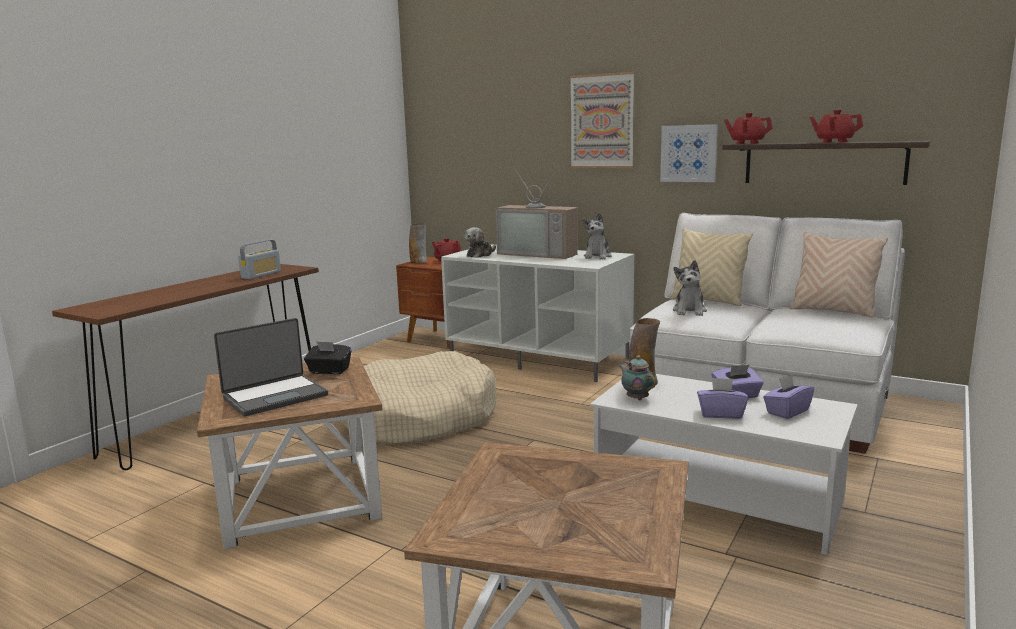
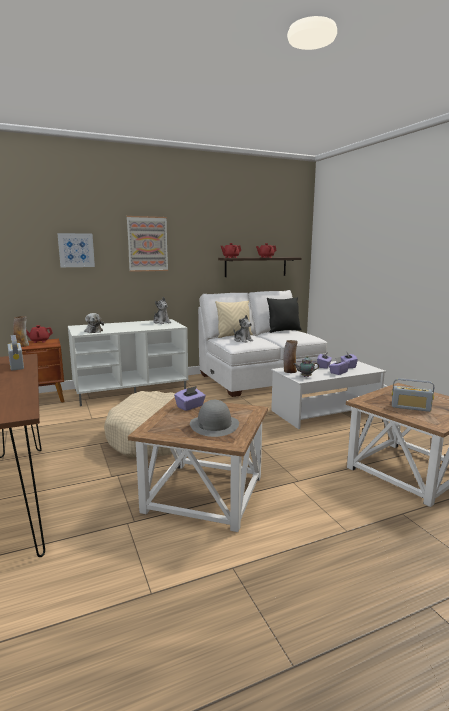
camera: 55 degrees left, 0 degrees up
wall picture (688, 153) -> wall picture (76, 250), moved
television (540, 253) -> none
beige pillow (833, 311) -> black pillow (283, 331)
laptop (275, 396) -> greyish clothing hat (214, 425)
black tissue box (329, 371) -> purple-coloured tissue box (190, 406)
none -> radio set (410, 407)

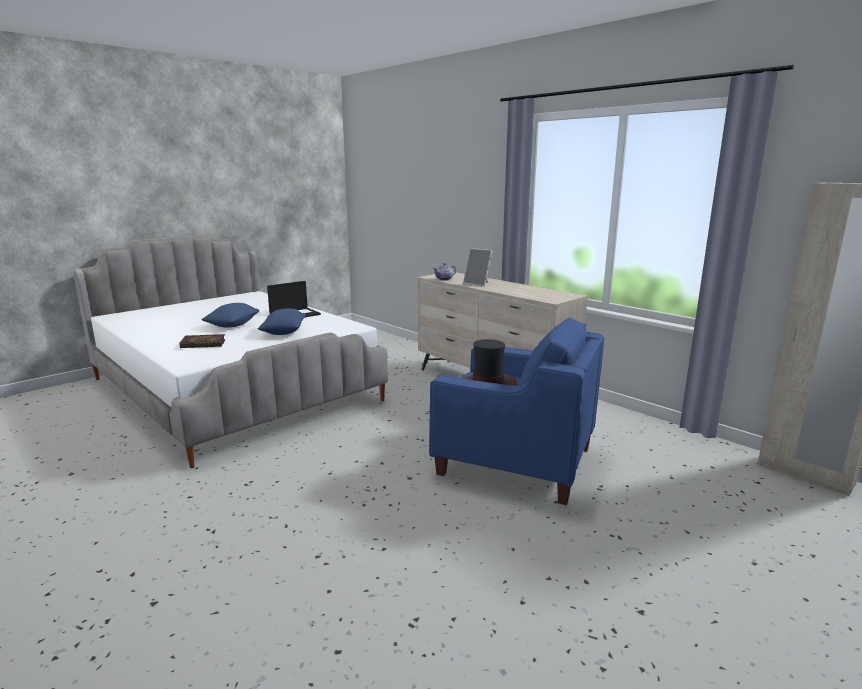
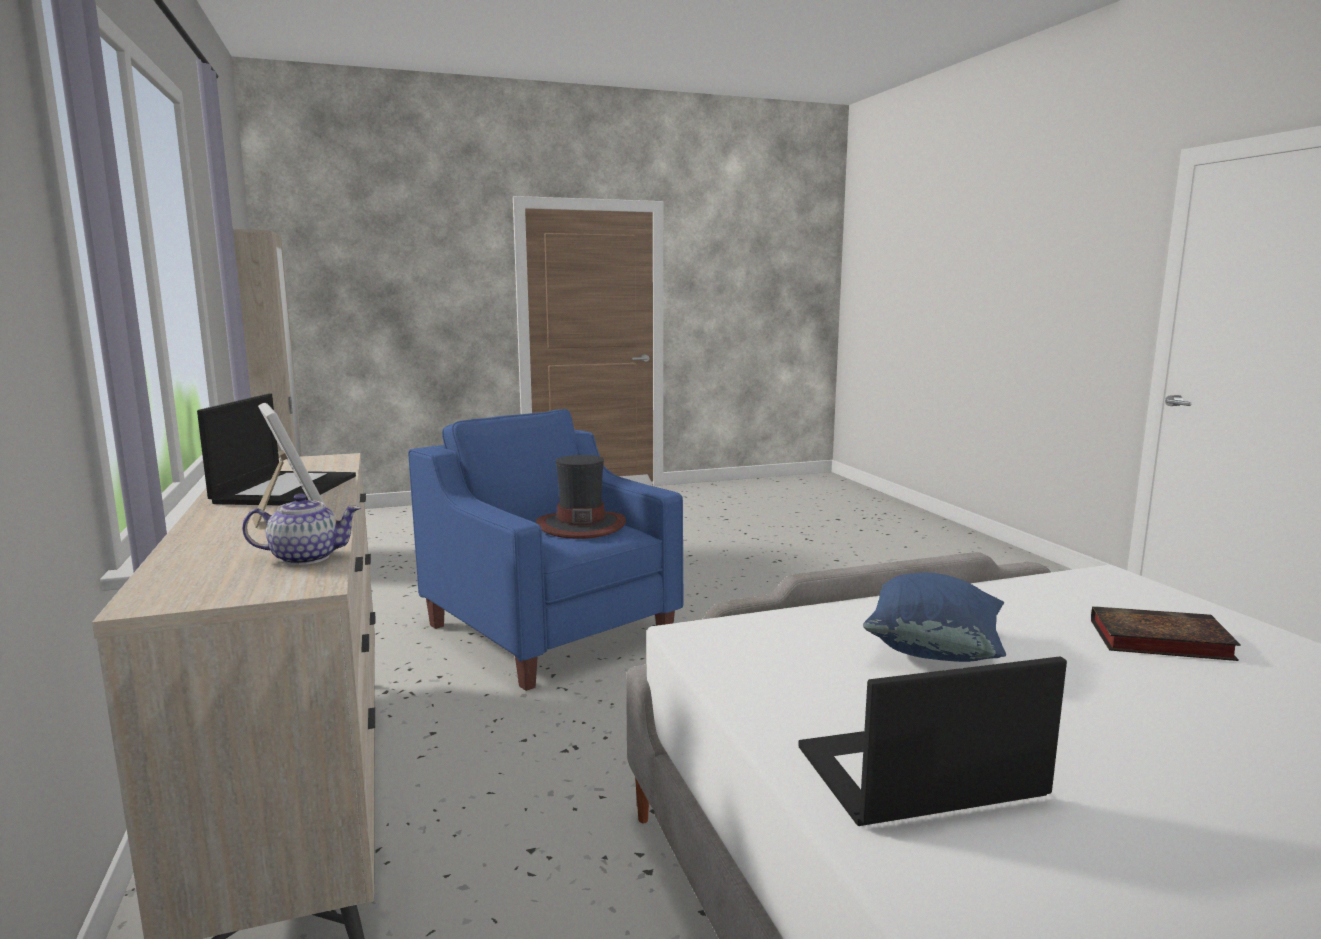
camera: 155 degrees left, 5 degrees down
blue-coloured pillow (232, 325) -> none
none -> laptop (285, 489)

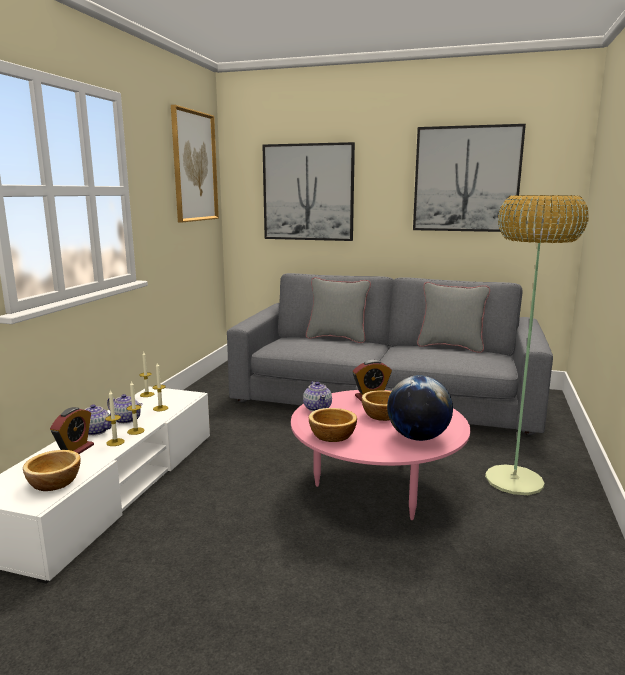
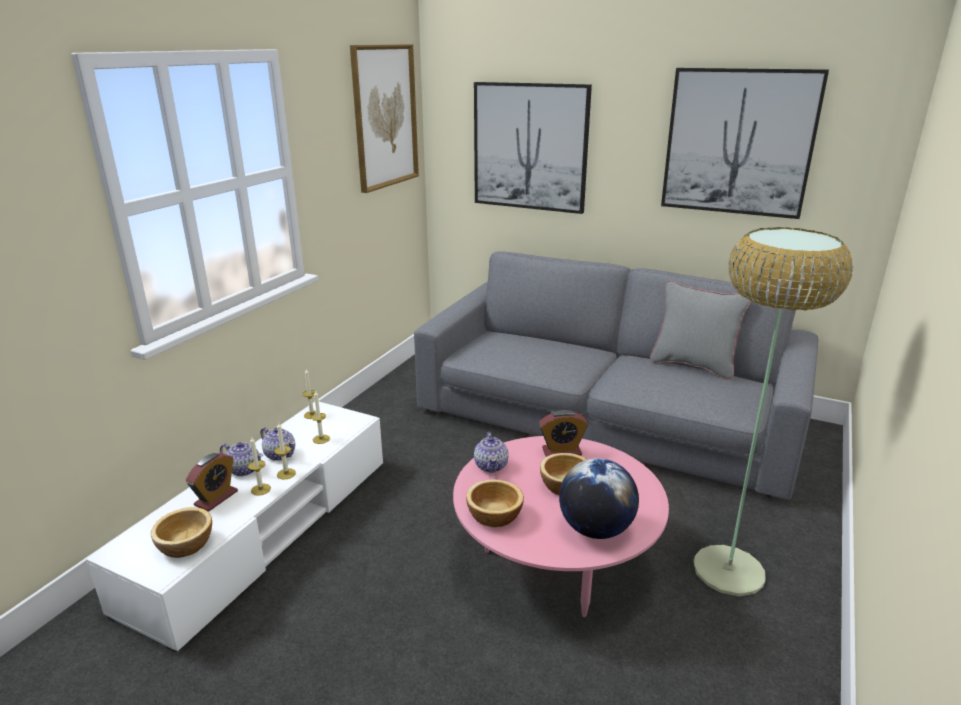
camera: 10 degrees right, 10 degrees up
greyish pillow (337, 338) -> none

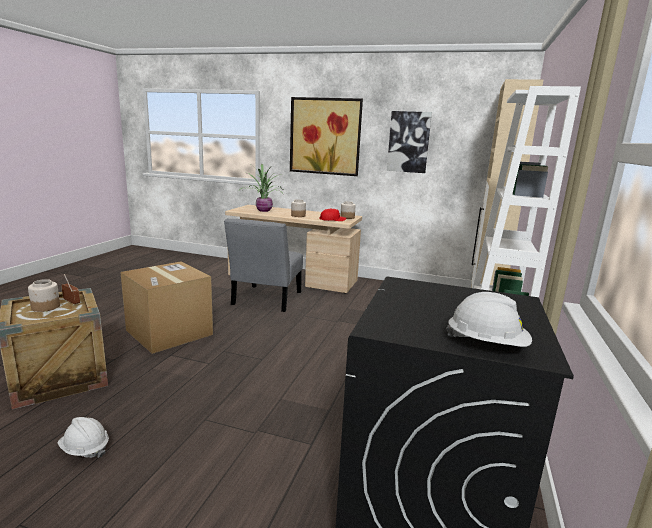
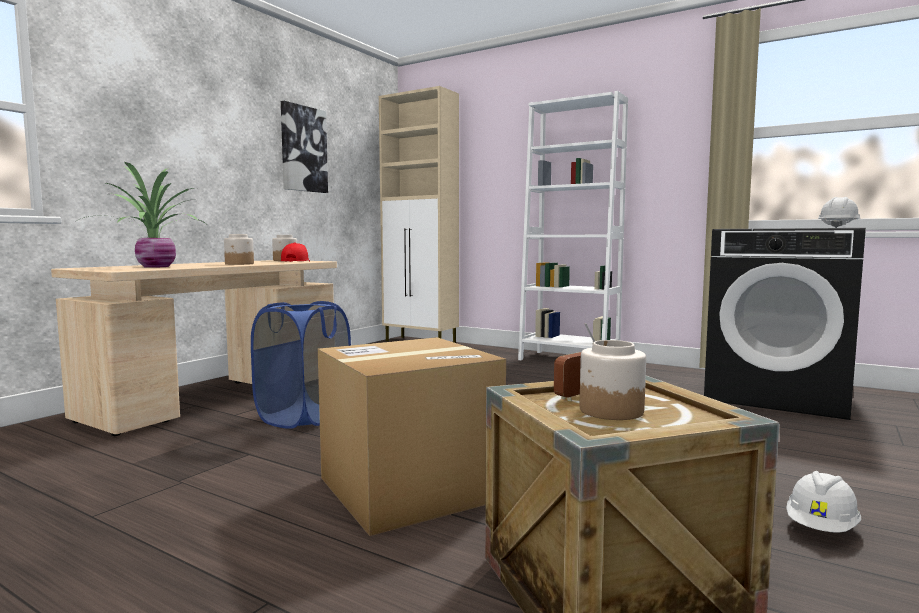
camera: 75 degrees left, 10 degrees down
wall picture (325, 136) -> none
greyish chair (265, 300) -> blue-coloured washing basket (304, 417)

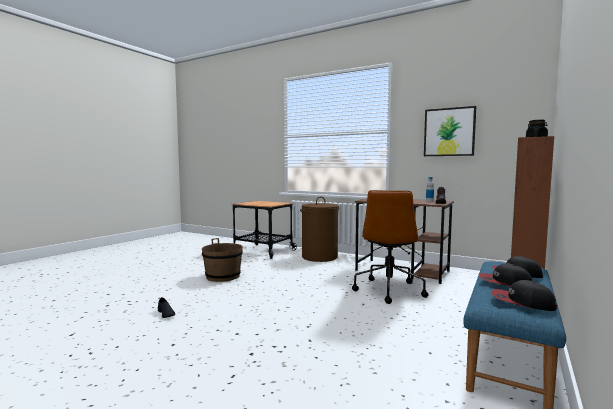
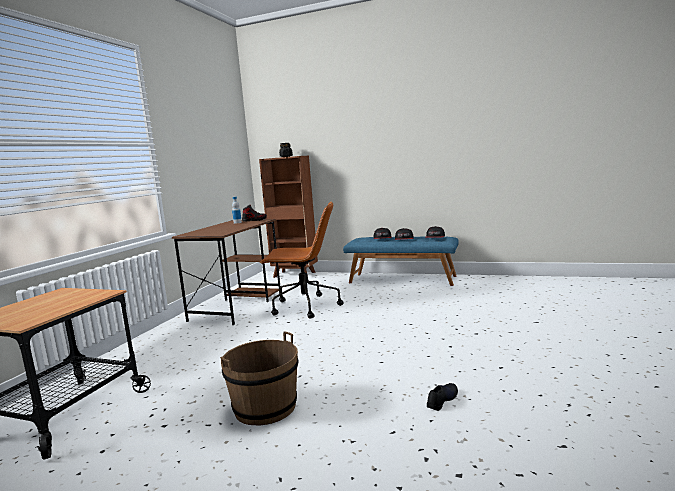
camera: 100 degrees left, 5 degrees up
wall picture (449, 132) -> none
brownish washing basket (319, 257) -> none

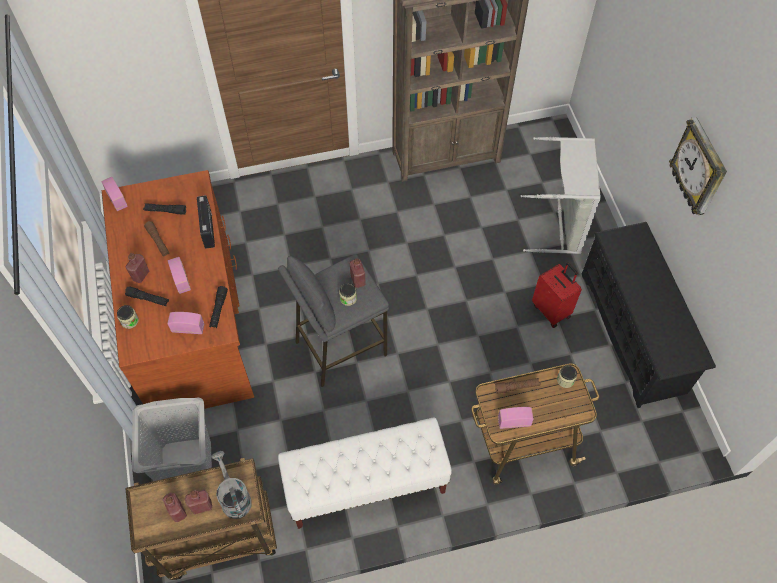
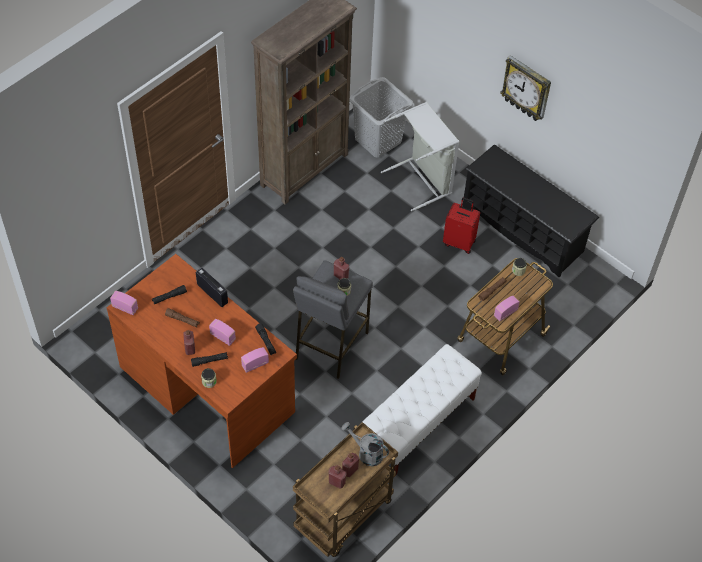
camera: 35 degrees left, 5 degrees down
greyish washing basket (187, 463) -> greyish washing basket (378, 140), moved

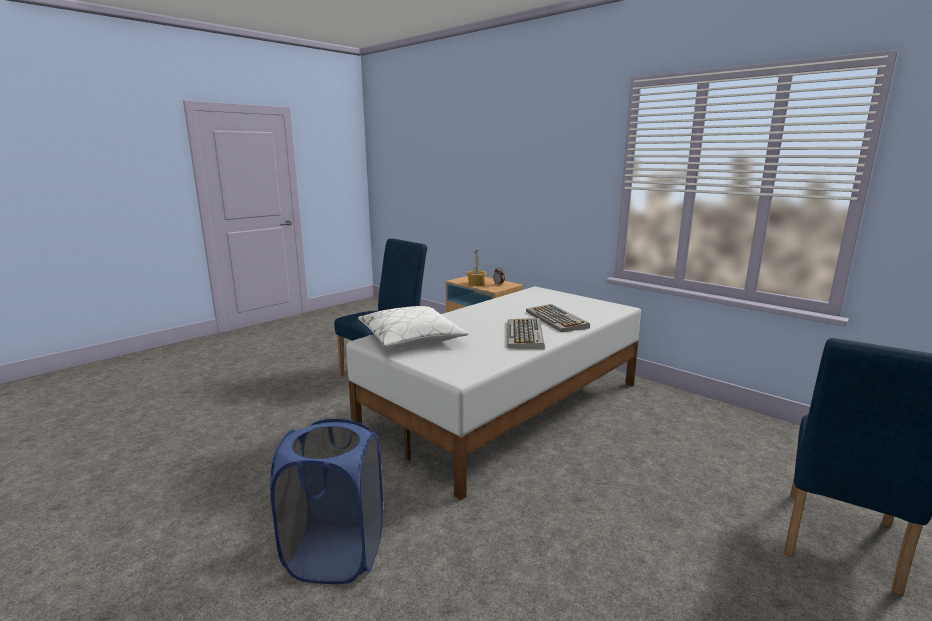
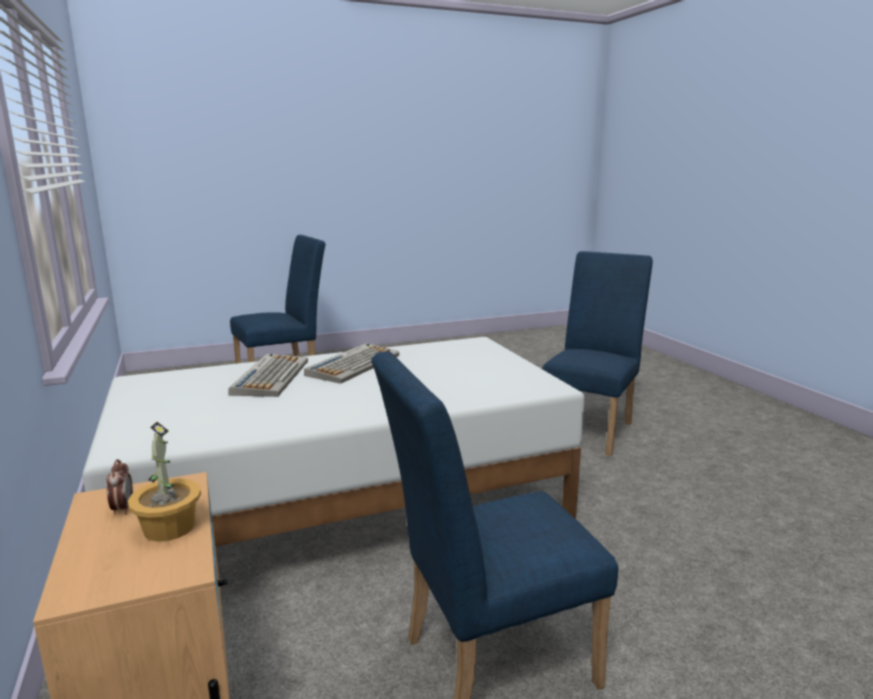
camera: 155 degrees left, 0 degrees up
whitish pillow (411, 338) -> none
blue-coloured washing basket (335, 554) -> blue-coloured chair (590, 428)

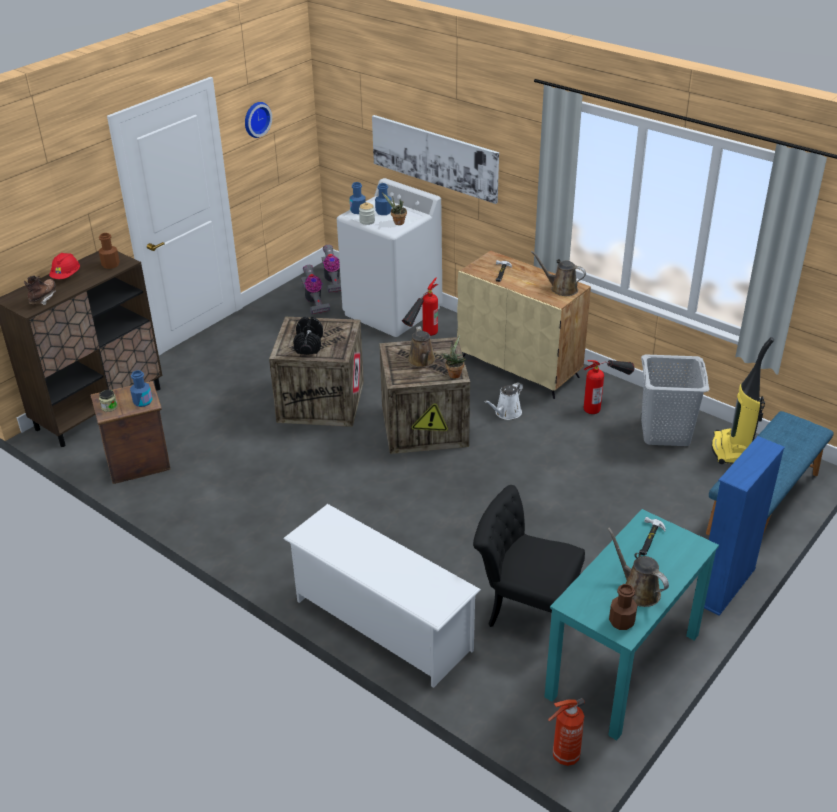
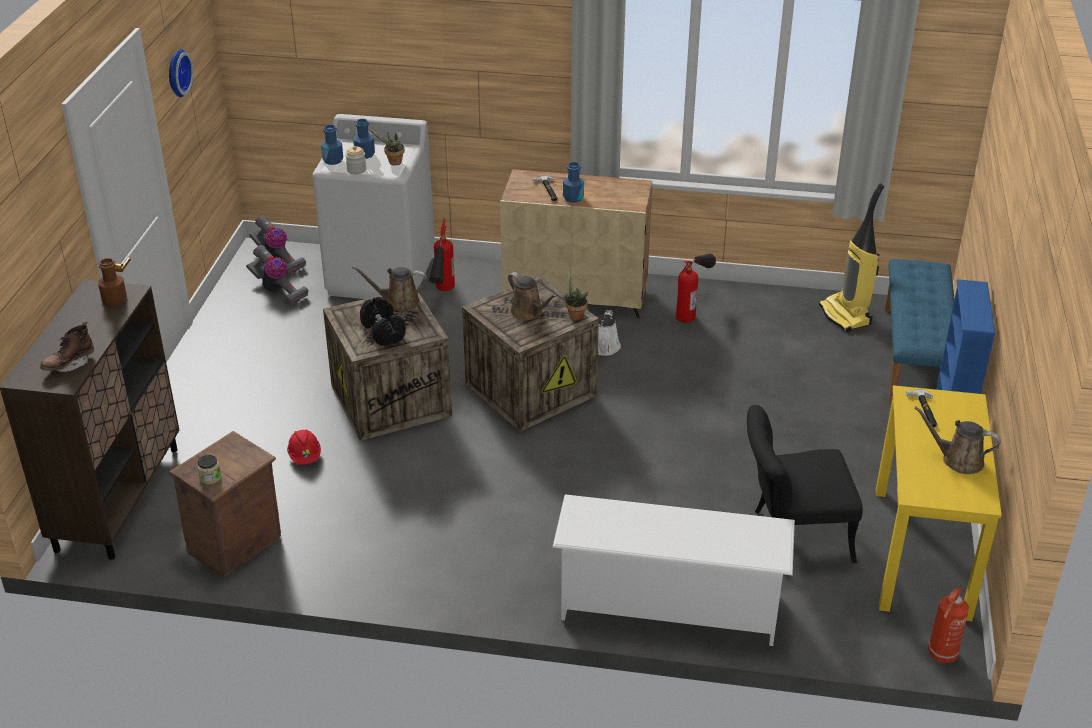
camera: 30 degrees left, 0 degrees up
wall picture (434, 157) -> none
brownish watering pot (561, 289) -> brownish watering pot (398, 302), moved
red-coloured safety helmet (66, 276) -> red-coloured safety helmet (305, 456), moved
brownish high-top boot (43, 298) -> brownish high-top boot (69, 364), 120 degrees counterclockwise
greyish washing basket (664, 432) -> none
blue-coloured bottle (143, 402) -> blue-coloured bottle (573, 198), moved
blue-green desk (623, 665) -> yellowish desk (921, 552)
brownish bottle (621, 621) -> none

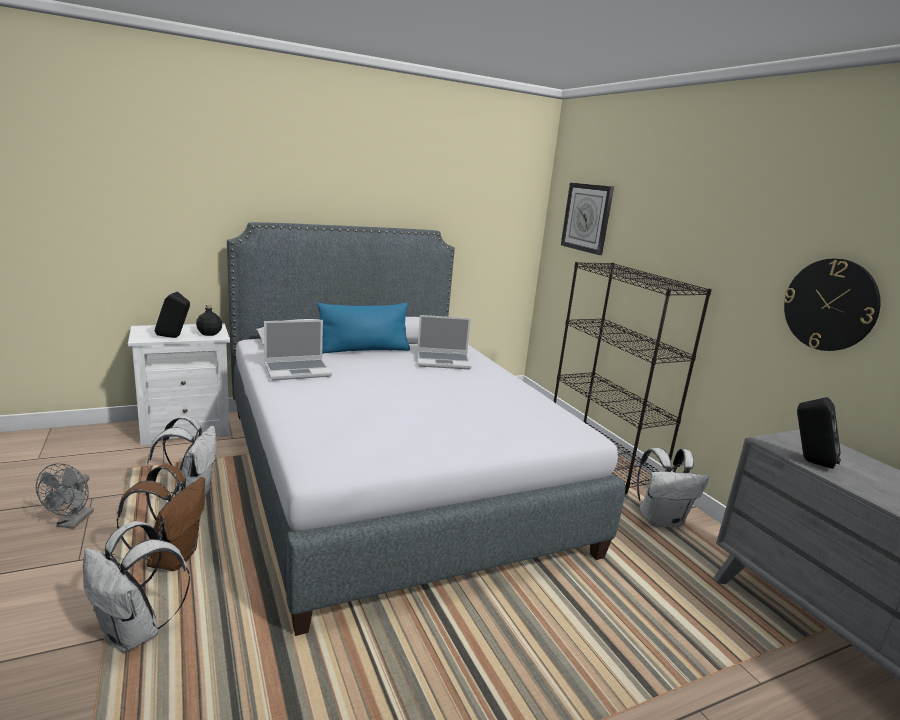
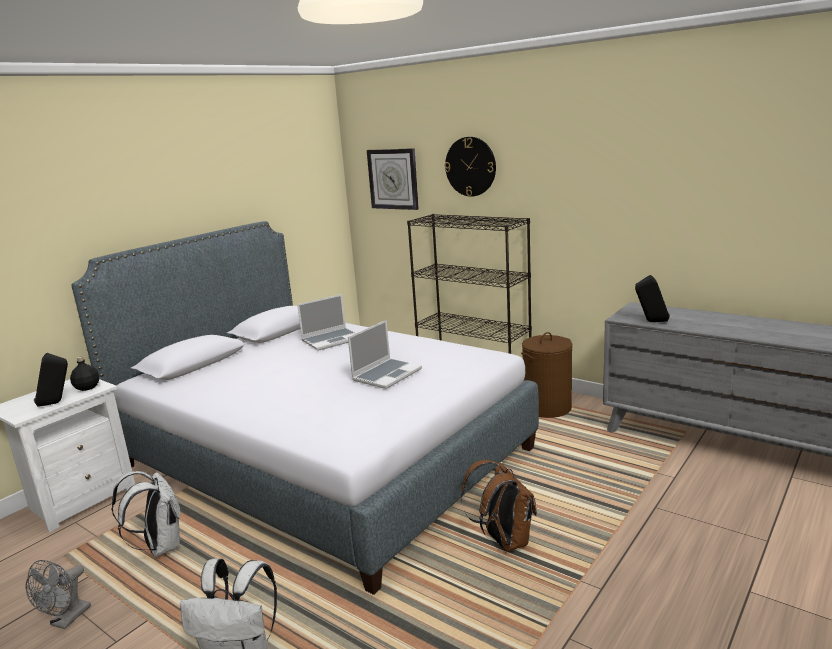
camera: 25 degrees left, 0 degrees up
clock on the wall (830, 305) -> clock on the wall (470, 166), moved
blue-coloured pillow (364, 350) -> none
laptop (298, 370) -> laptop (387, 374), moved
whitish backpack (661, 520) -> brownish washing basket (547, 407)
greyish fan (72, 522) -> greyish fan (66, 620), 45 degrees clockwise
brownish backpack (172, 557) -> brownish backpack (503, 541), moved

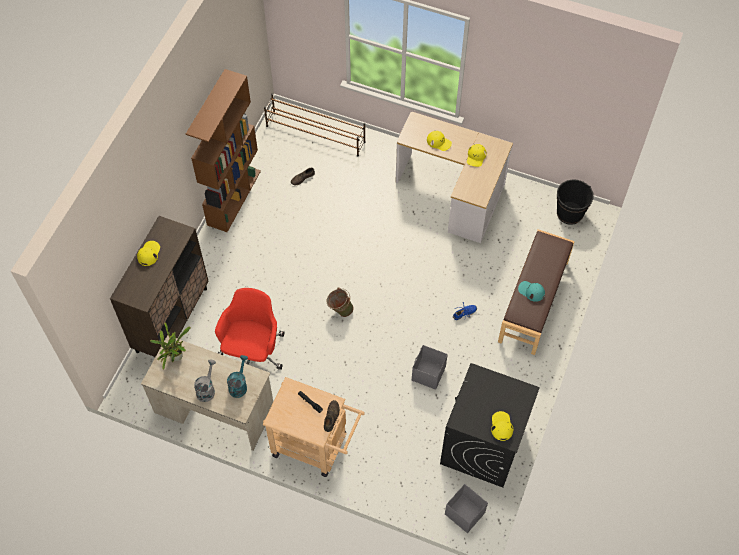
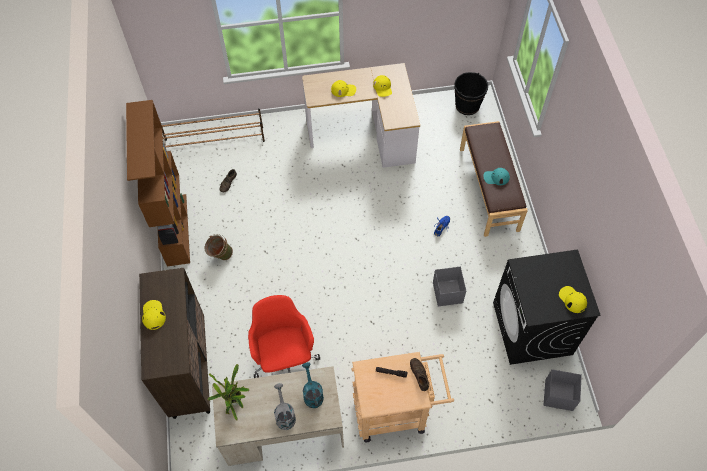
camera: 30 degrees left, 0 degrees up
green-coloured pail (340, 310) -> green-coloured pail (220, 256), moved

